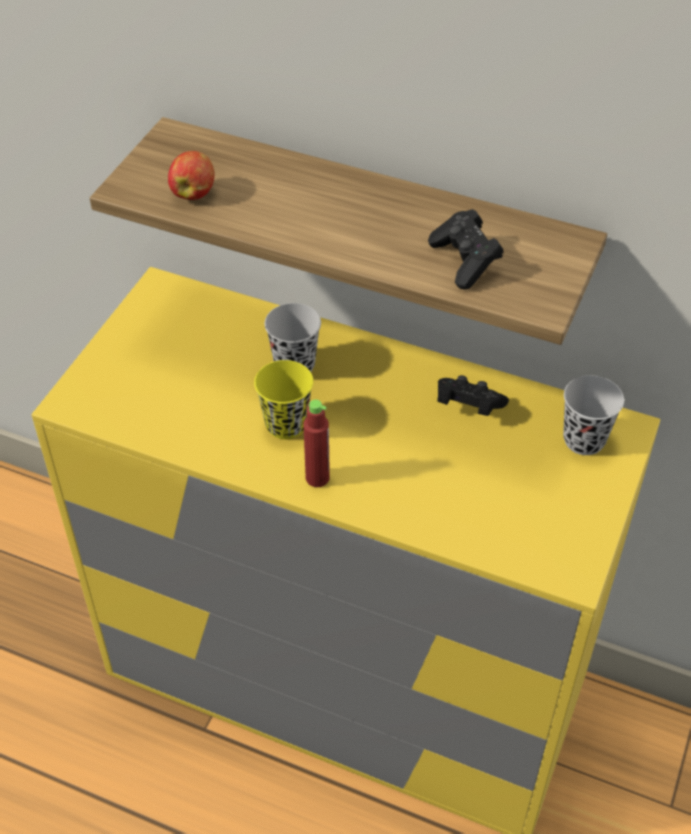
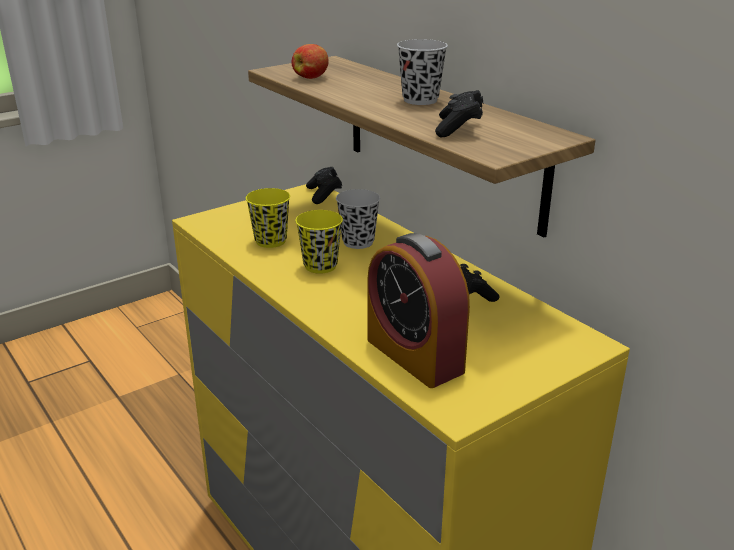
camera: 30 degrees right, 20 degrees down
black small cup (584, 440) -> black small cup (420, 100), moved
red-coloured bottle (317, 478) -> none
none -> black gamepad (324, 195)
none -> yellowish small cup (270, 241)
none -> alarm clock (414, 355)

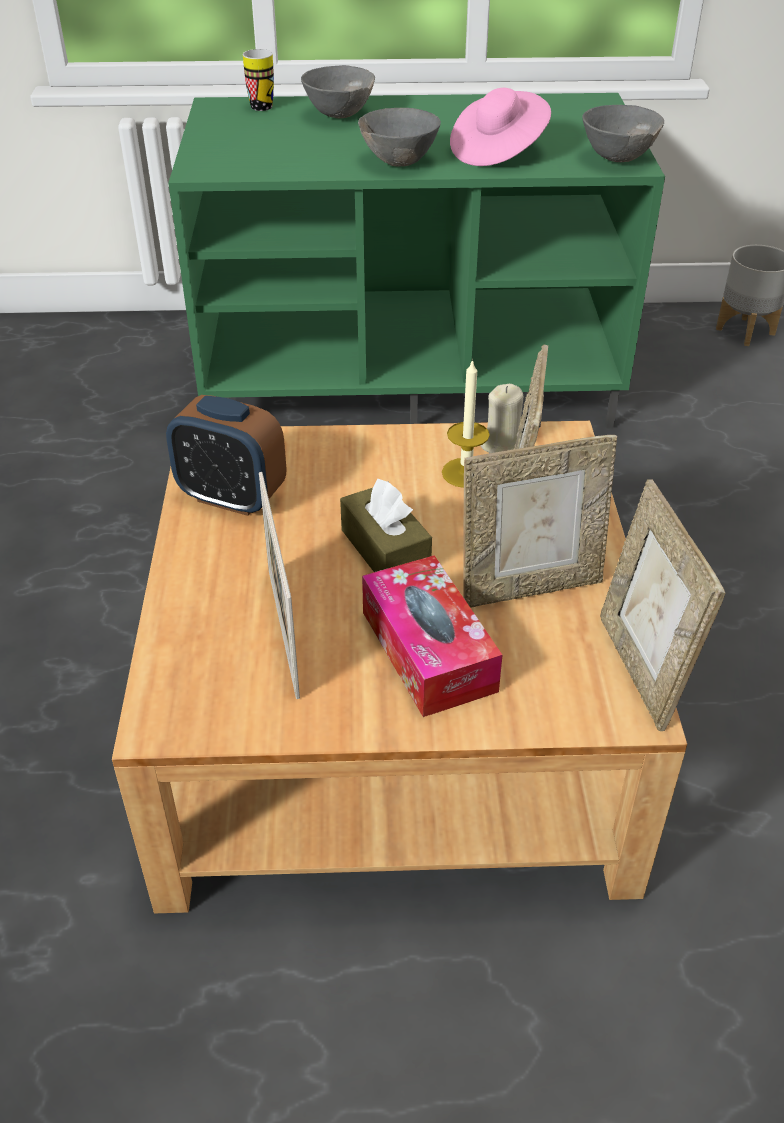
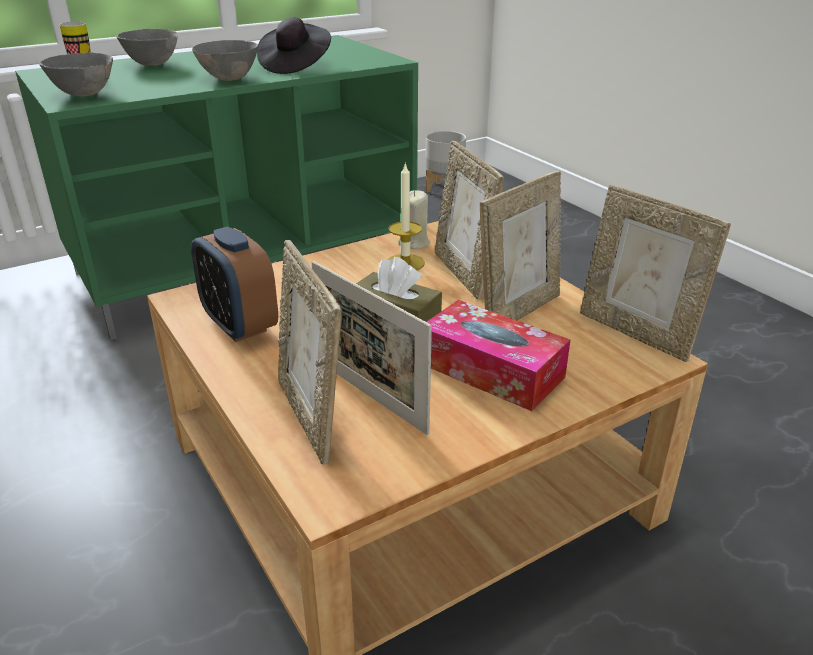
camera: 30 degrees left, 10 degrees down
pinkish clothing hat (498, 152) -> black clothing hat (295, 66)
greyish deep dish (618, 159) -> greyish deep dish (84, 95), moved
alarm clock (231, 498) -> alarm clock (239, 325), 60 degrees clockwise
none -> standing frame (311, 417)

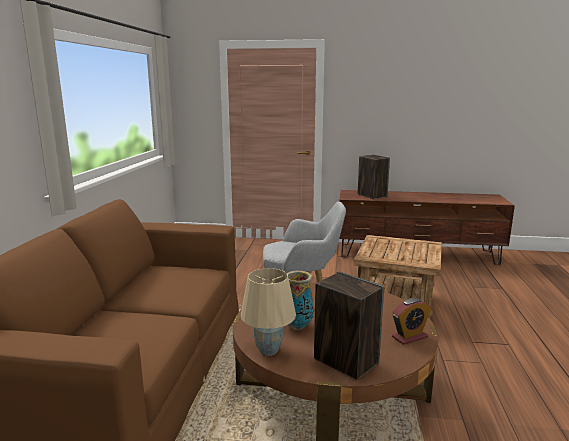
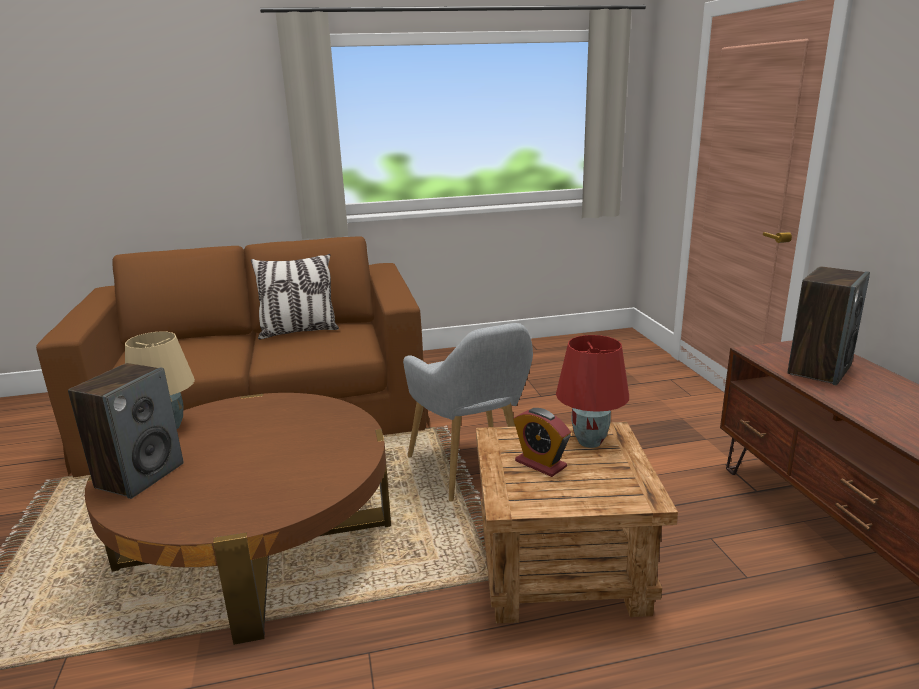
camera: 70 degrees right, 5 degrees up
decorative vase (297, 326) -> none
alarm clock (409, 337) -> alarm clock (540, 464), moved
none -> pillow (299, 332)
none -> red-coloured lamp for a table (590, 442)

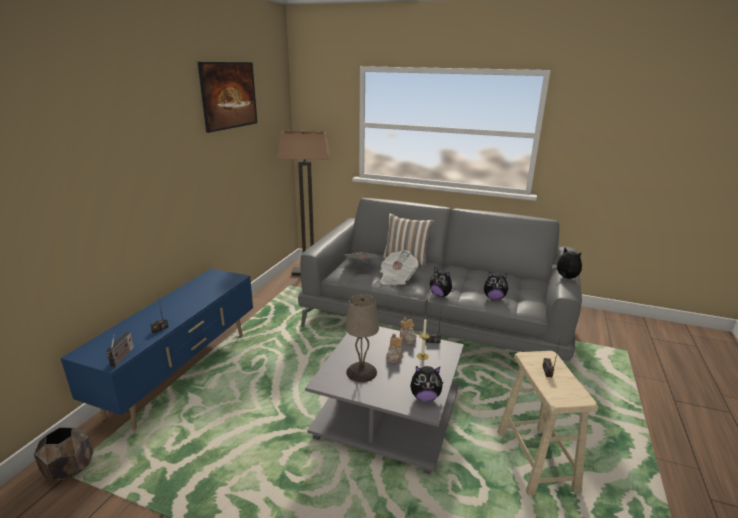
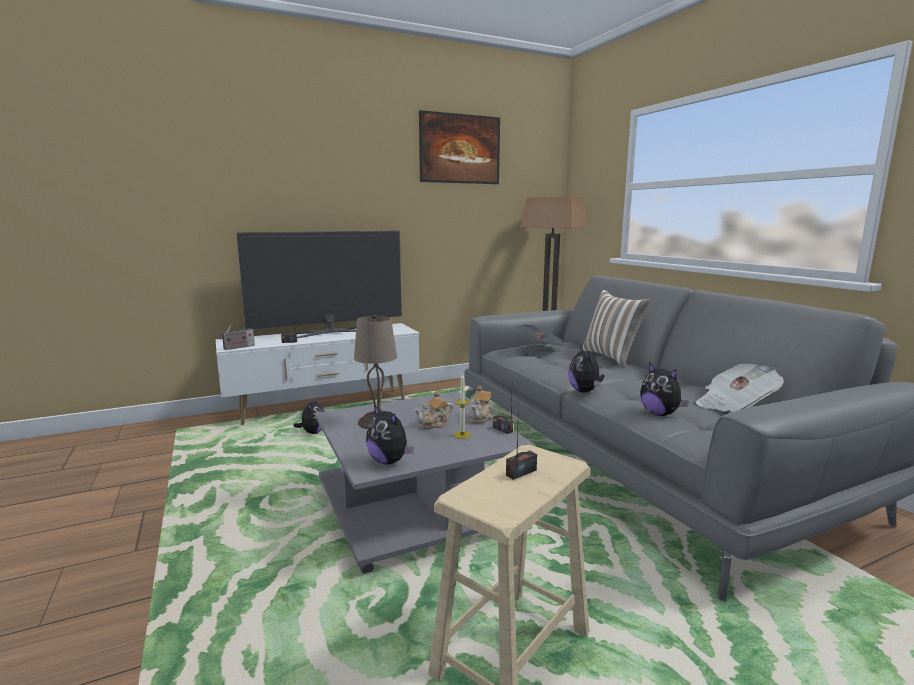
camera: 45 degrees right, 10 degrees down
plush toy (565, 278) -> plush toy (313, 432), moved
printed paper (396, 278) -> printed paper (734, 405), moved
blue-coloured tv stand (183, 372) -> whitish tv stand (325, 406)
brownish flower pot (70, 469) -> none
none -> television (330, 332)

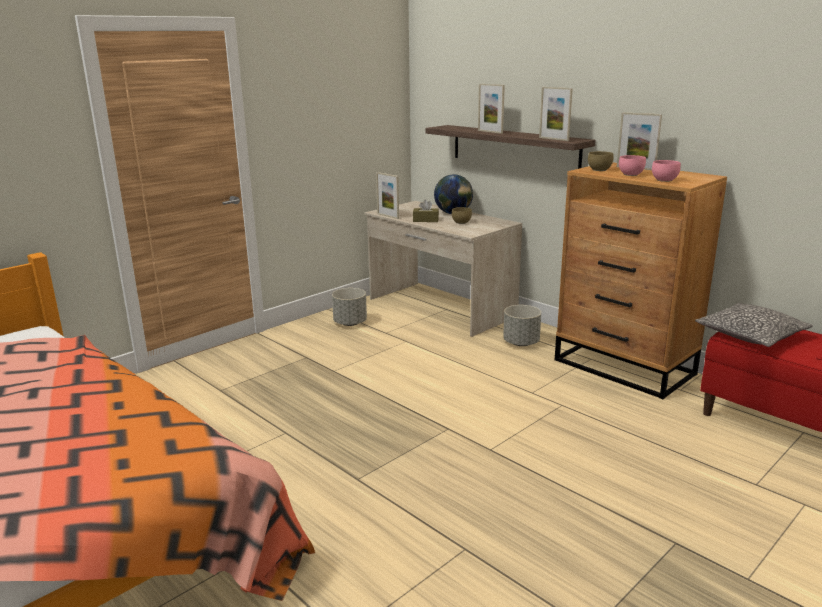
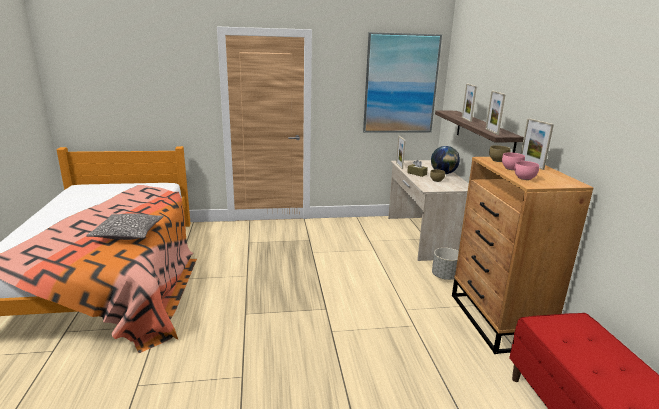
camera: 35 degrees right, 0 degrees up
greyish flower pot (350, 323) -> none
pillow (750, 335) -> pillow (128, 234), moved
none -> wall picture (400, 84)

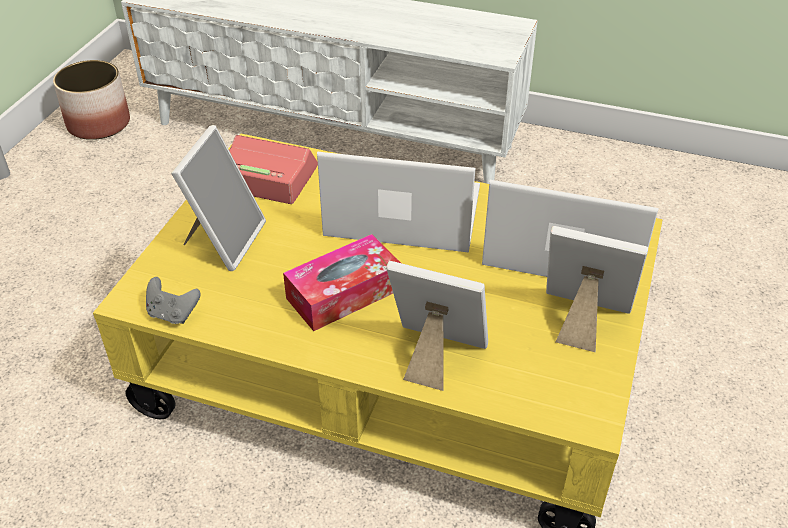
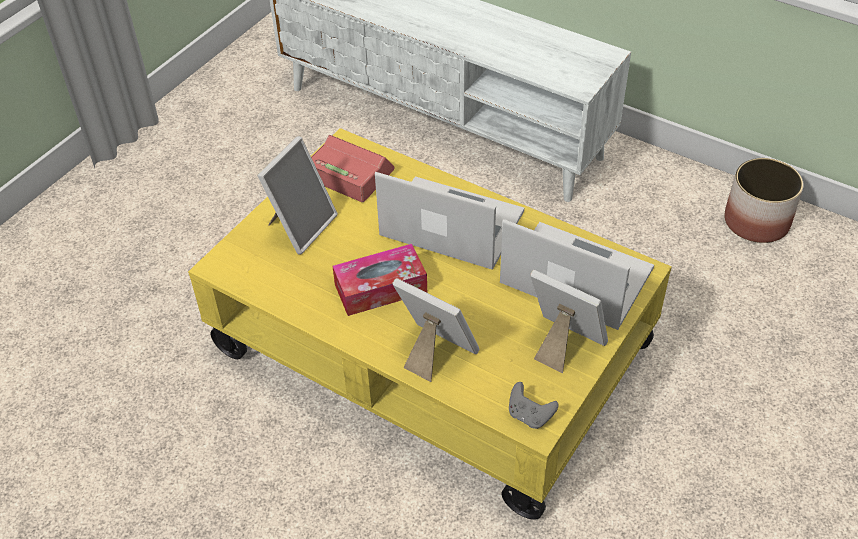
camera: 15 degrees right, 5 degrees up
flower pot (99, 124) -> flower pot (757, 221), moved
greyish gamepad (173, 314) -> greyish gamepad (529, 416), moved

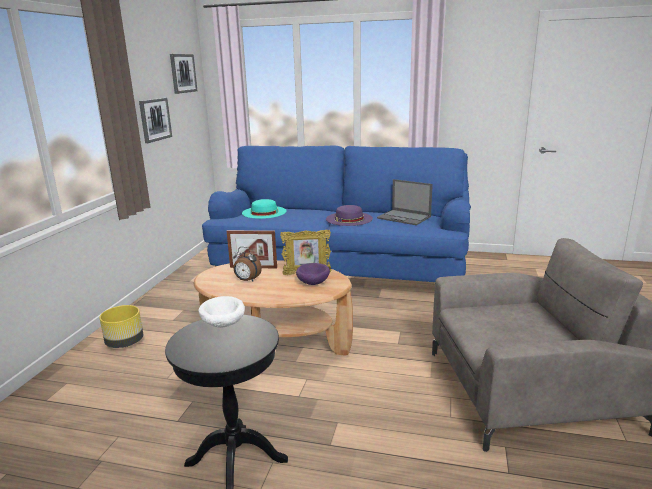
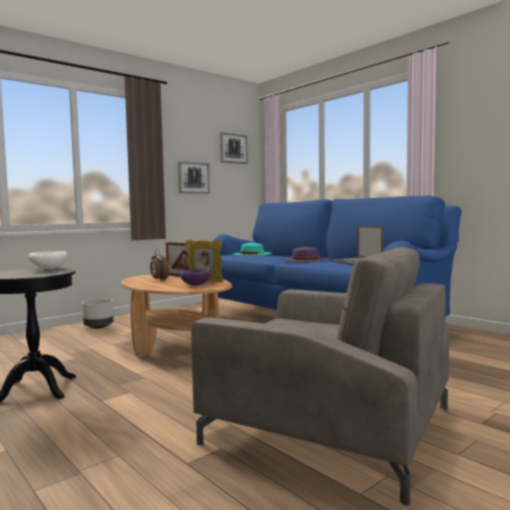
camera: 35 degrees right, 15 degrees down
yellowish flower pot (125, 343) -> greyish flower pot (99, 327)

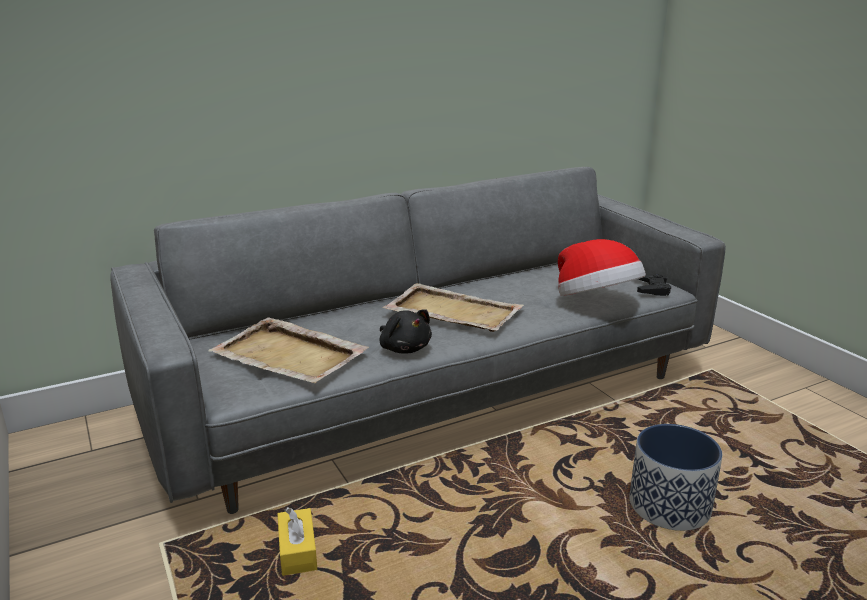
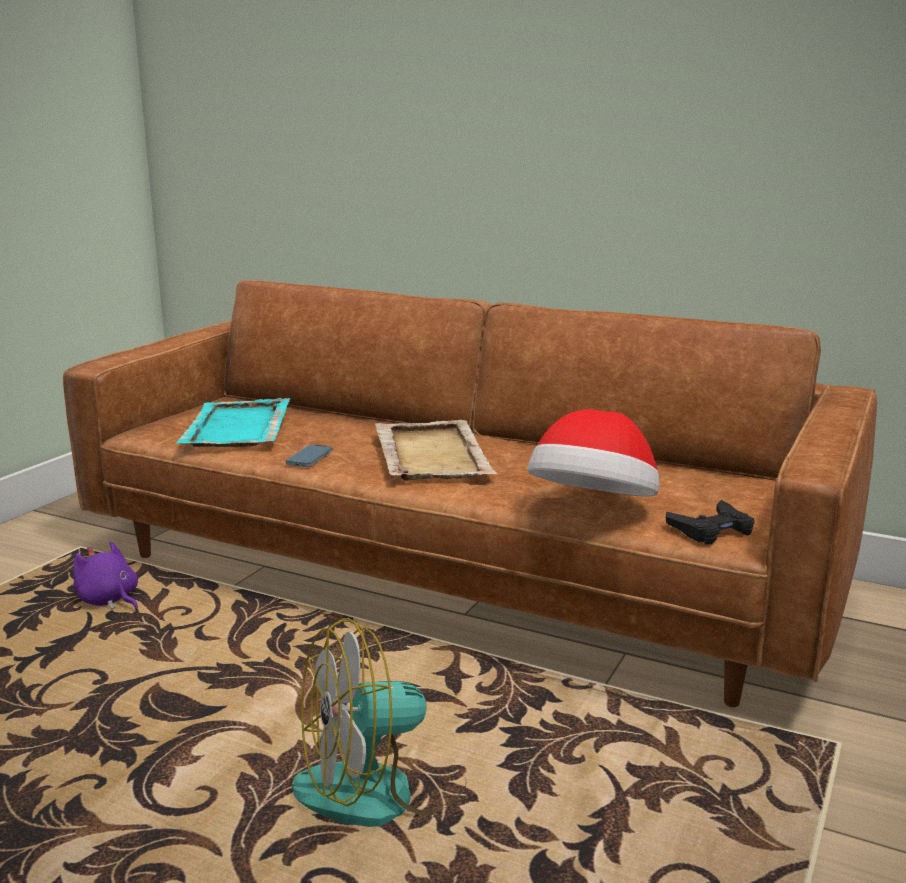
camera: 55 degrees right, 5 degrees down
greyish settee (433, 392) -> brownish settee (453, 570)
black plush toy (404, 348) -> handset (309, 459)
beige tray (290, 355) -> blue-green tray (237, 428)
flower pot (670, 506) -> fan (381, 790)
yellowish tissue box (298, 552) -> purple-coloured plush toy (109, 600)

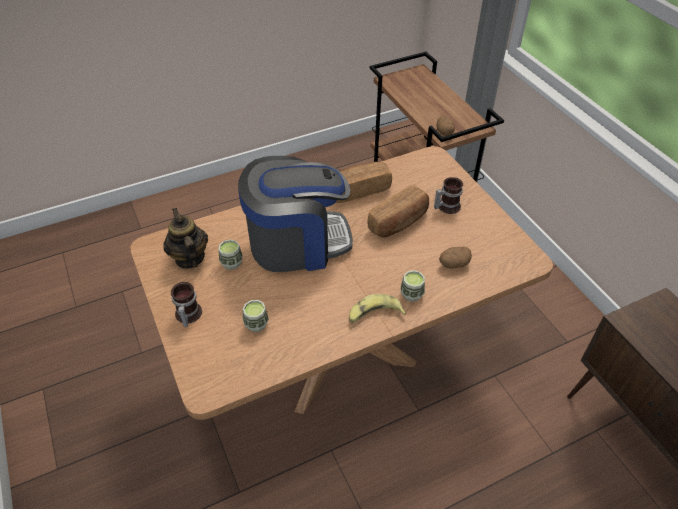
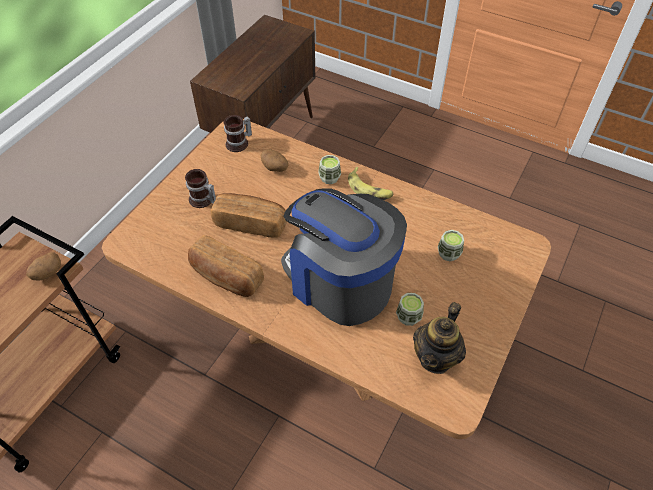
camera: 125 degrees left, 5 degrees up
tea mug (187, 315) -> tea mug (239, 144), moved

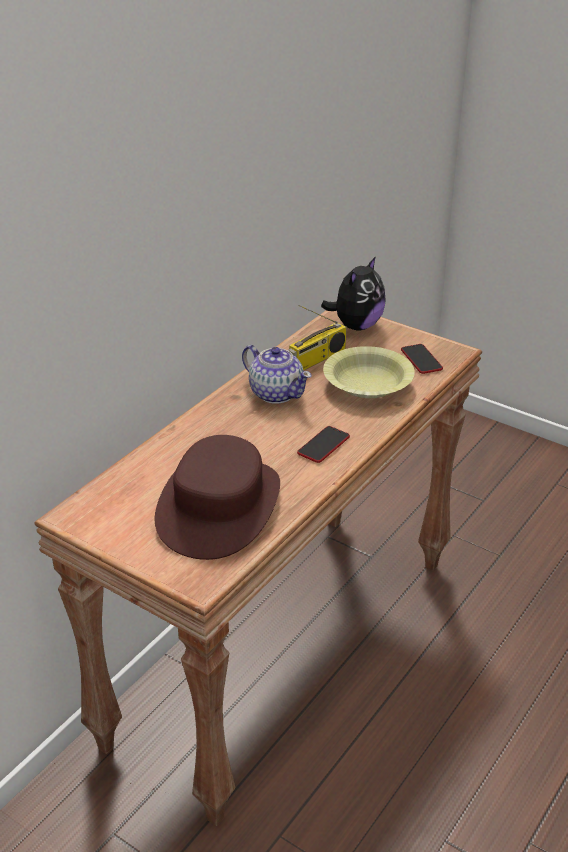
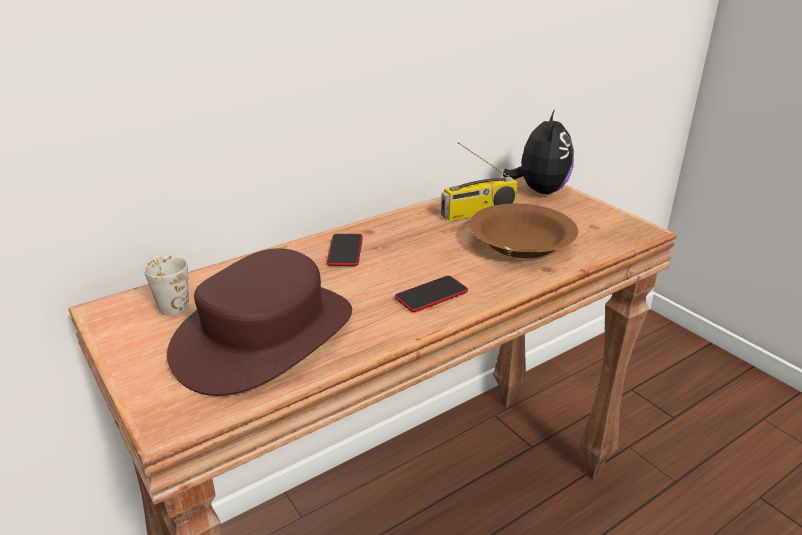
camera: 20 degrees right, 5 degrees down
plush toy (356, 326) -> plush toy (539, 191), 45 degrees counterclockwise
handset (421, 360) -> handset (345, 251), moved
teapot (276, 393) -> none
yellowish deep dish (367, 384) -> brownish deep dish (520, 244)
none -> whitish tea mug (169, 303)

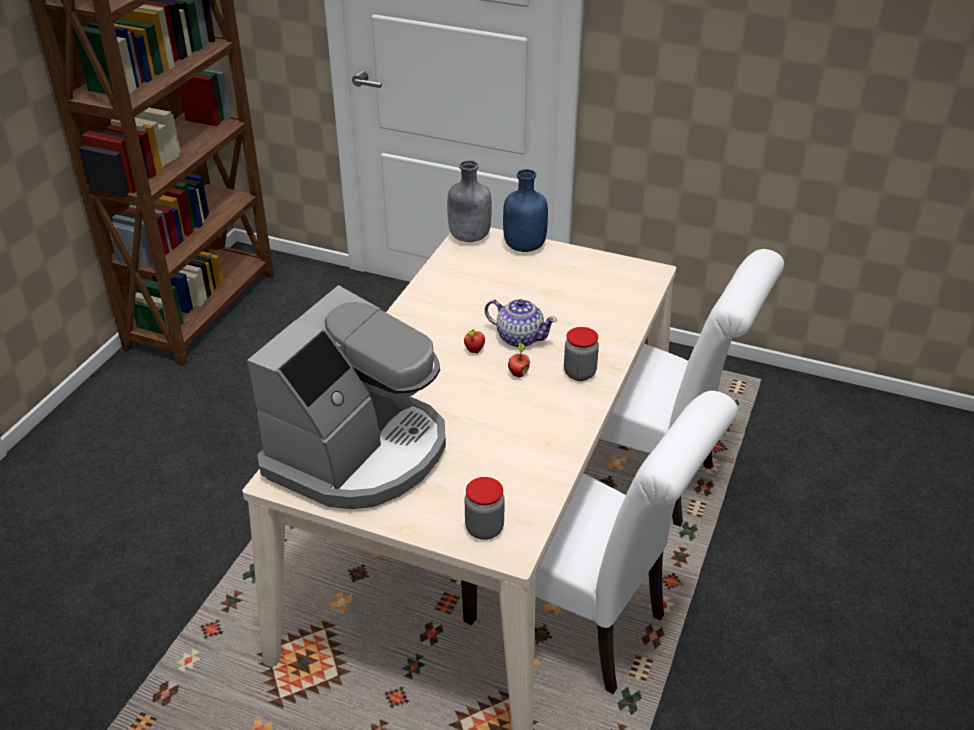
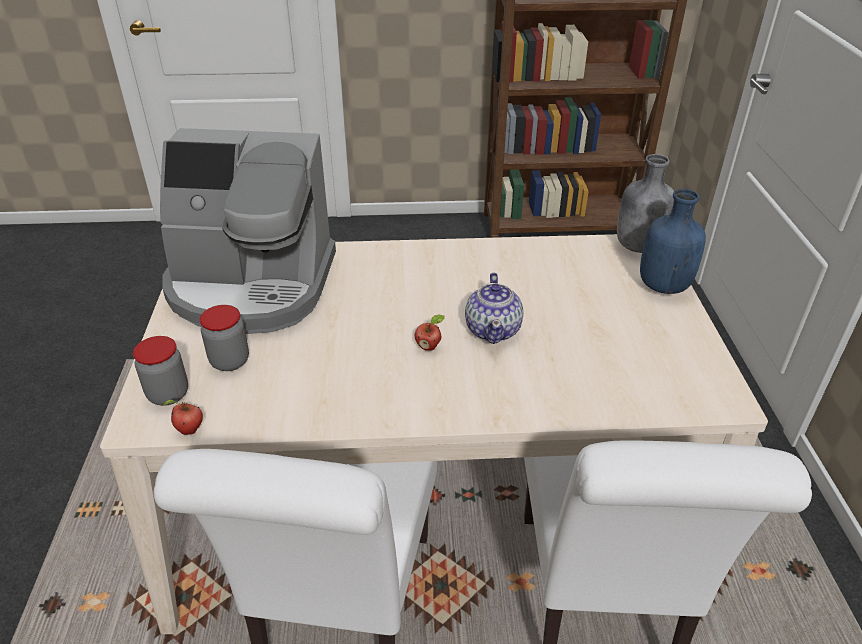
camera: 65 degrees right, 0 degrees up
preserve jar (579, 373) -> preserve jar (230, 361), moved
whole apple (474, 351) -> whole apple (188, 430), moved

